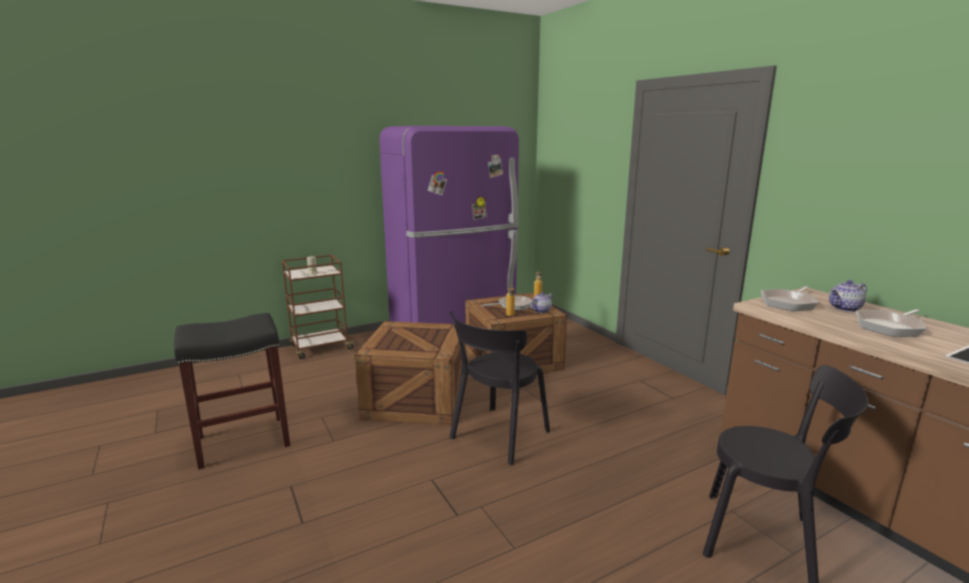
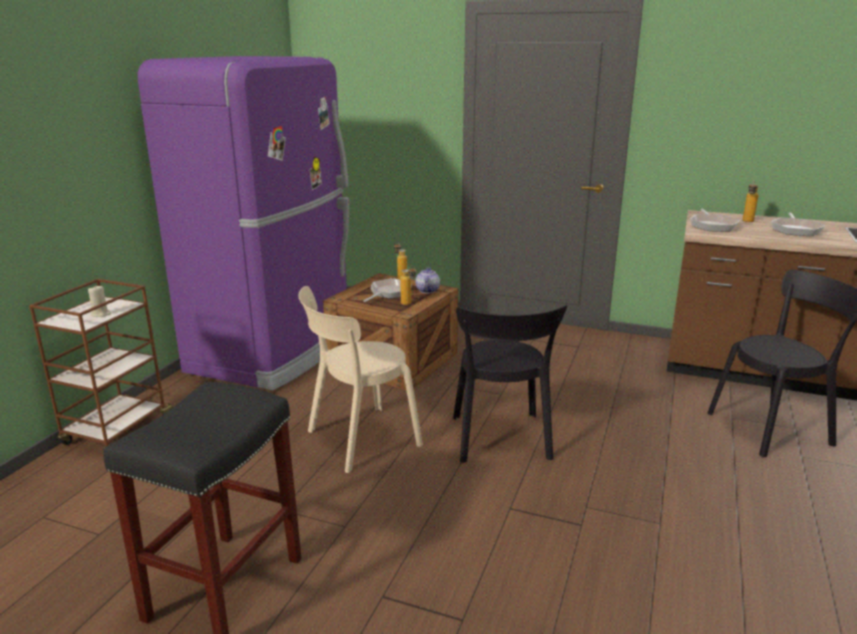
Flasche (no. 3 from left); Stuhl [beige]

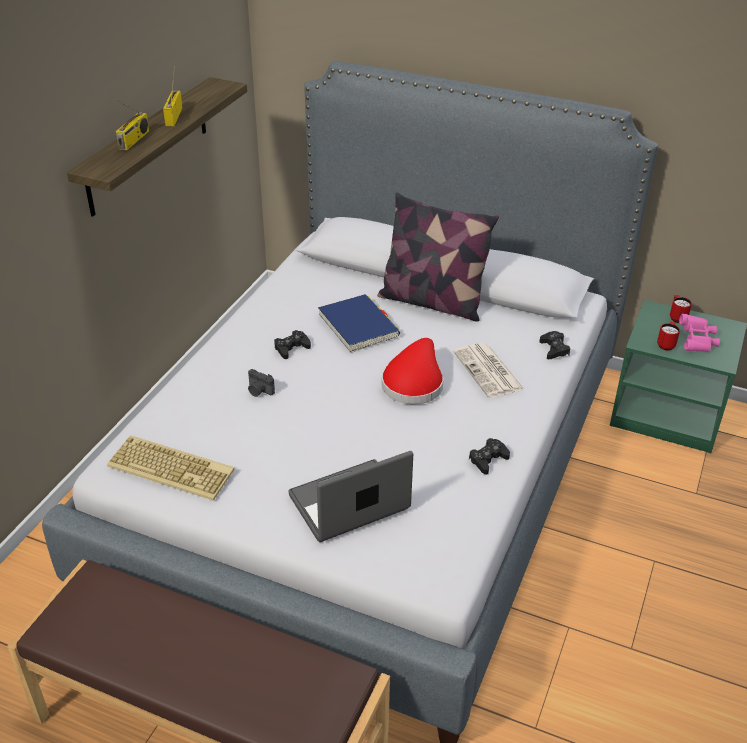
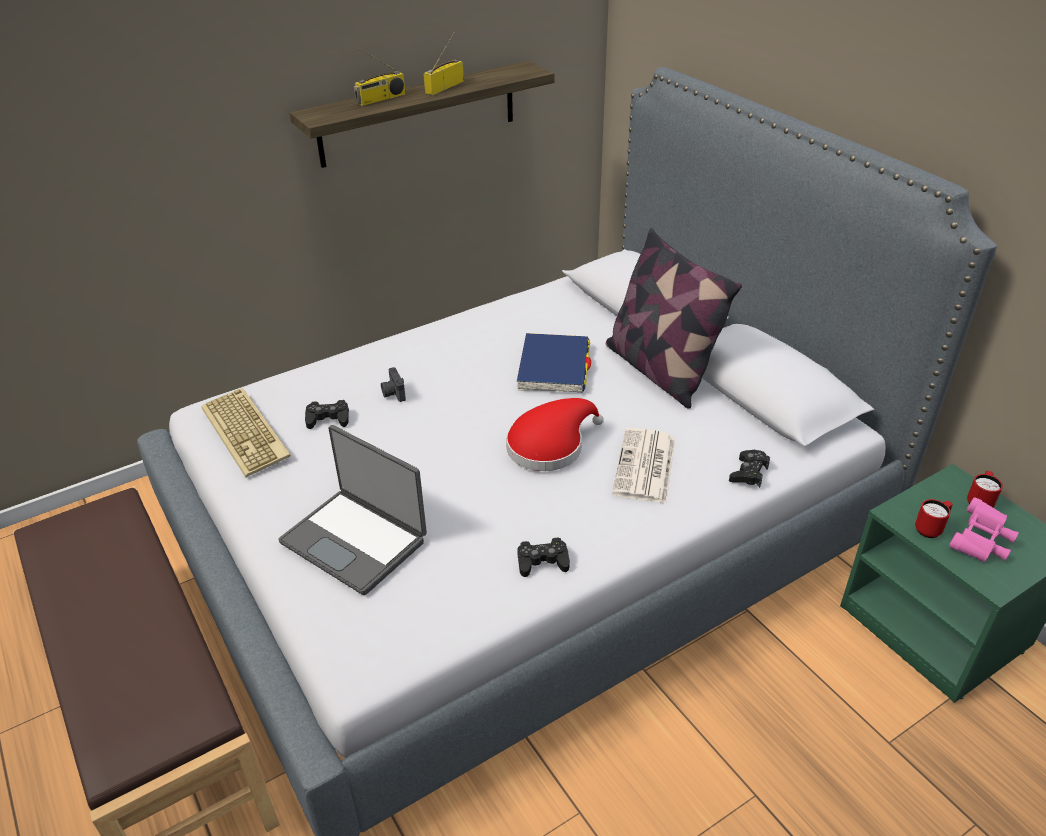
Gamepad [schwarz] (no. 1 from left); Laptop

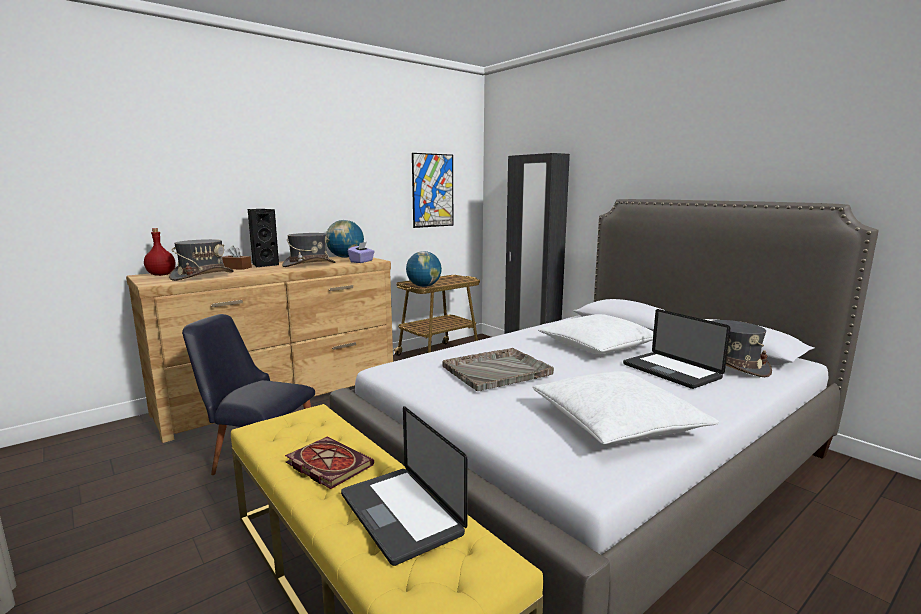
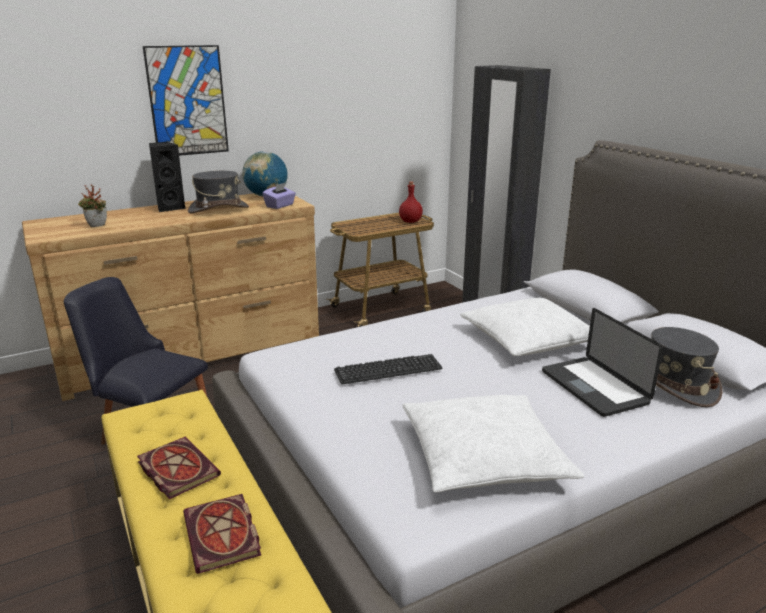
Bild; Flasche [rot]; Topfpflanze; Taschentuchbox [braun]; Globus (no. 2 from left in the first image); Tastatur; Buch (no. 2 from left)

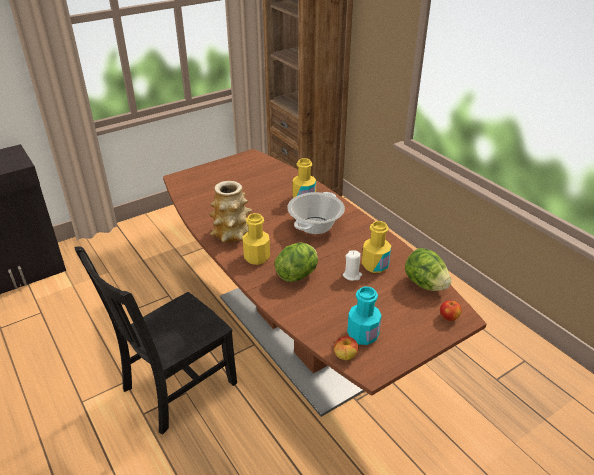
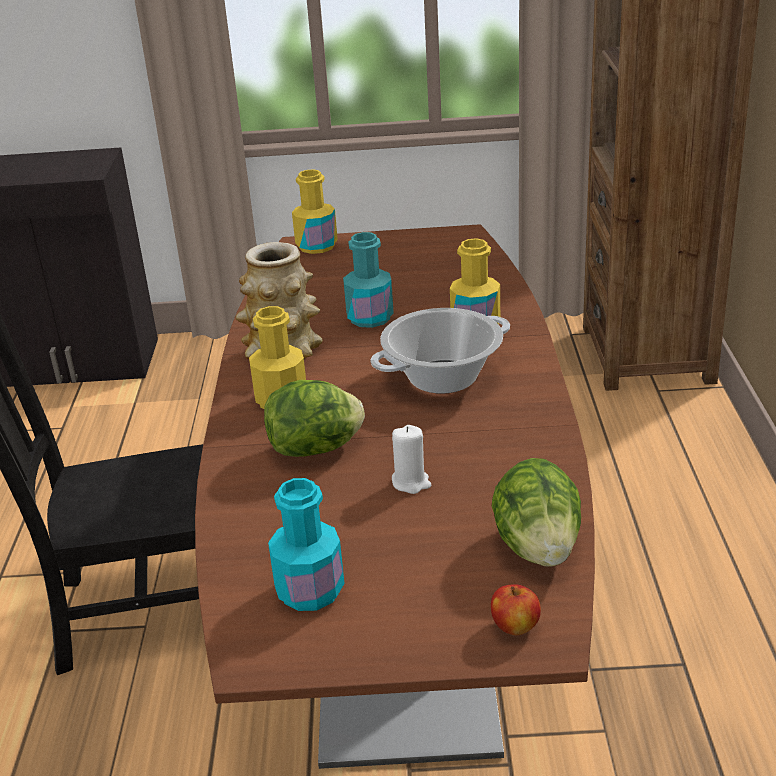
Flasche [gelb] (no. 2 from left); Apfel (no. 1 from left in the first image); Flasche [türkis] (no. 2 from left)

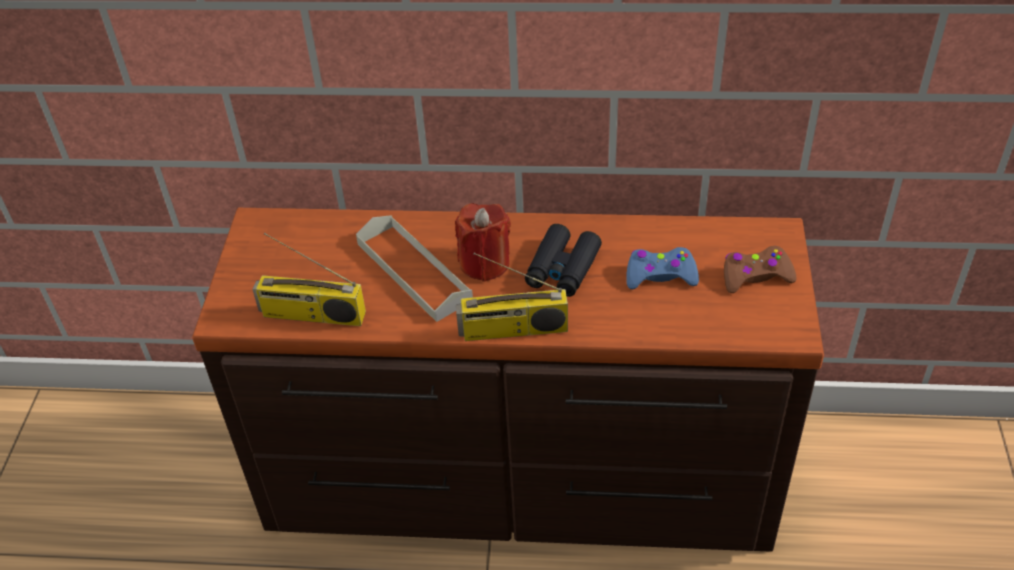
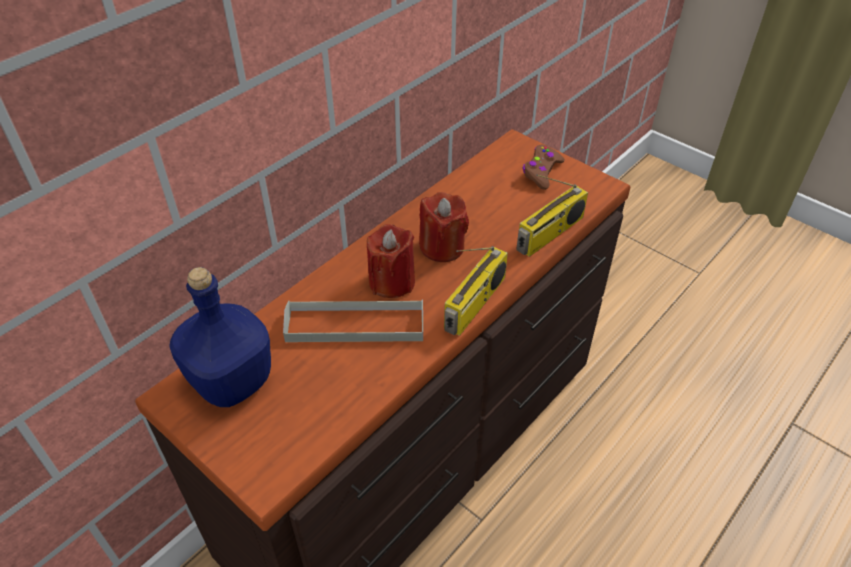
Kerze [rot] (no. 2 from left); Radio (no. 2 from left); Gamepad [blau]; Flasche [blau]

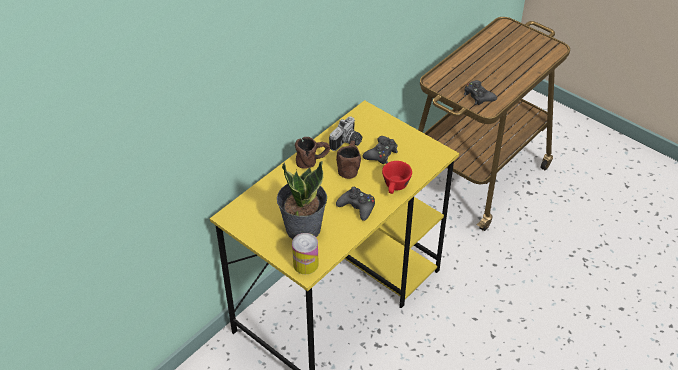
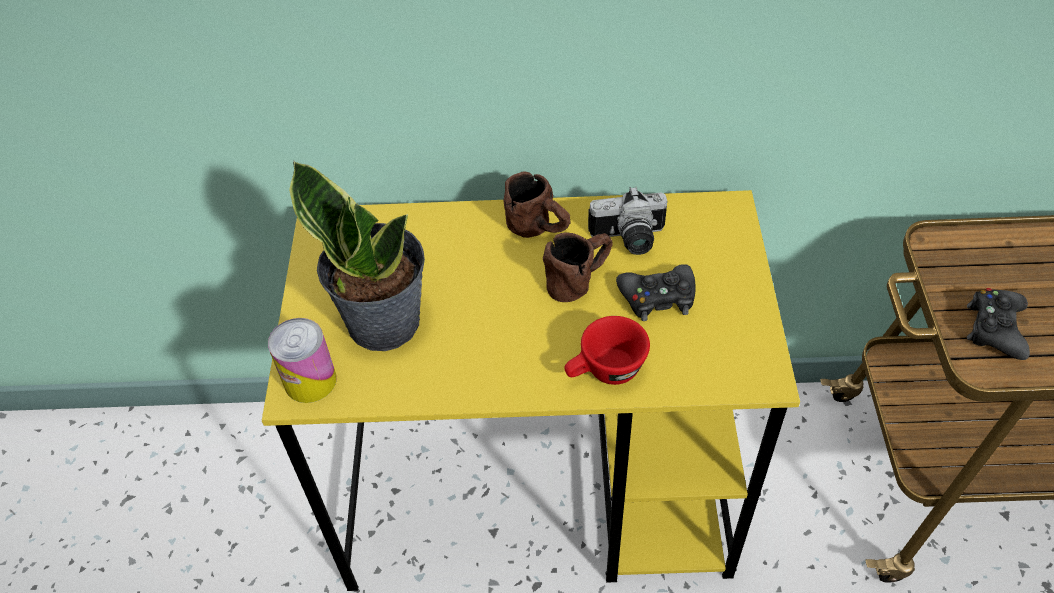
Gamepad [schwarz] (no. 1 from left in the first image)

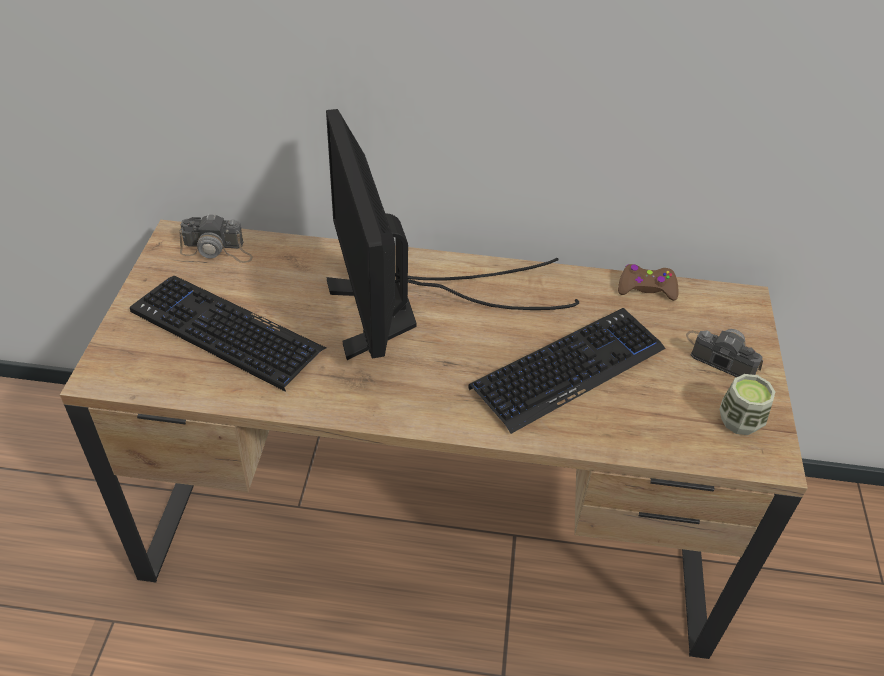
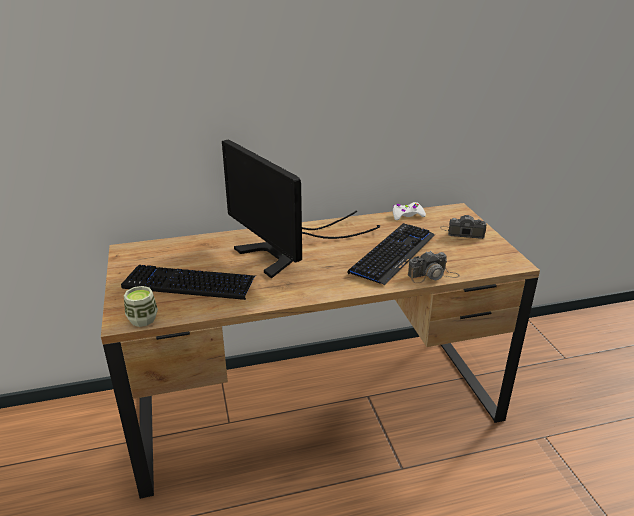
Kamera (no. 1 from left); Gamepad [weiß]; Tasse

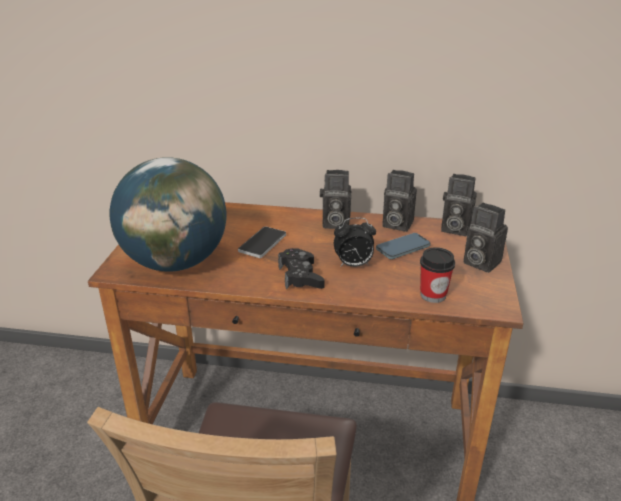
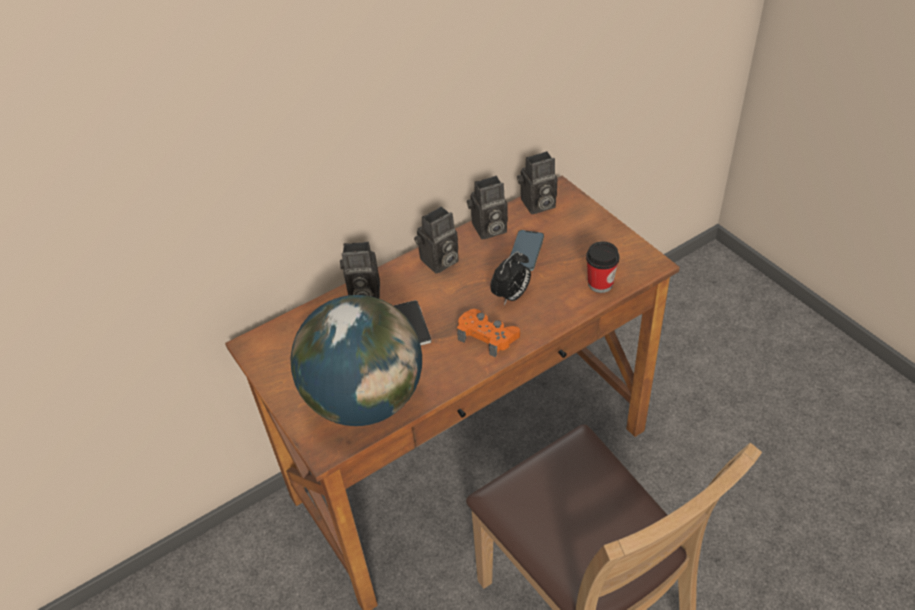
Kamera (no. 1 from left); Gamepad [orange]

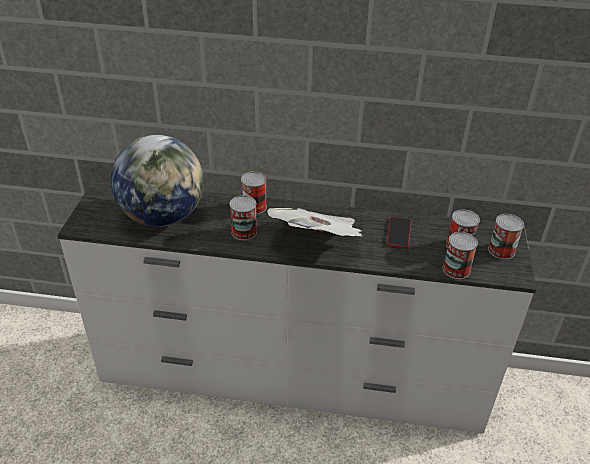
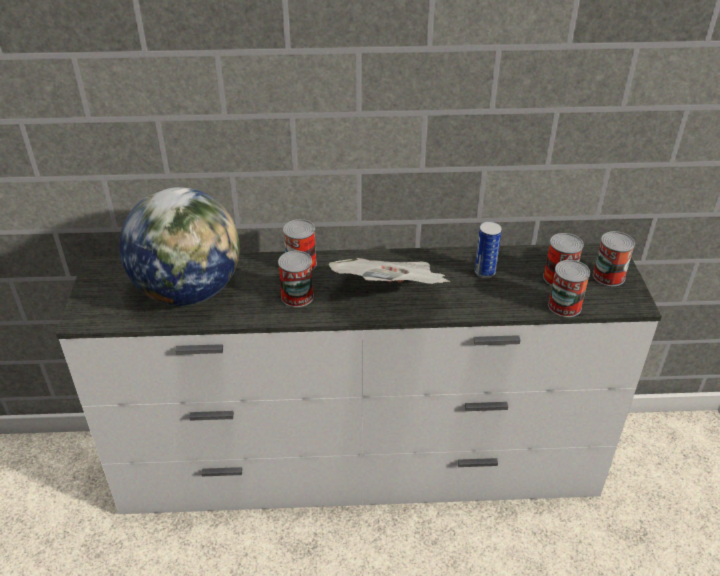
Dose (no. 3 from left)

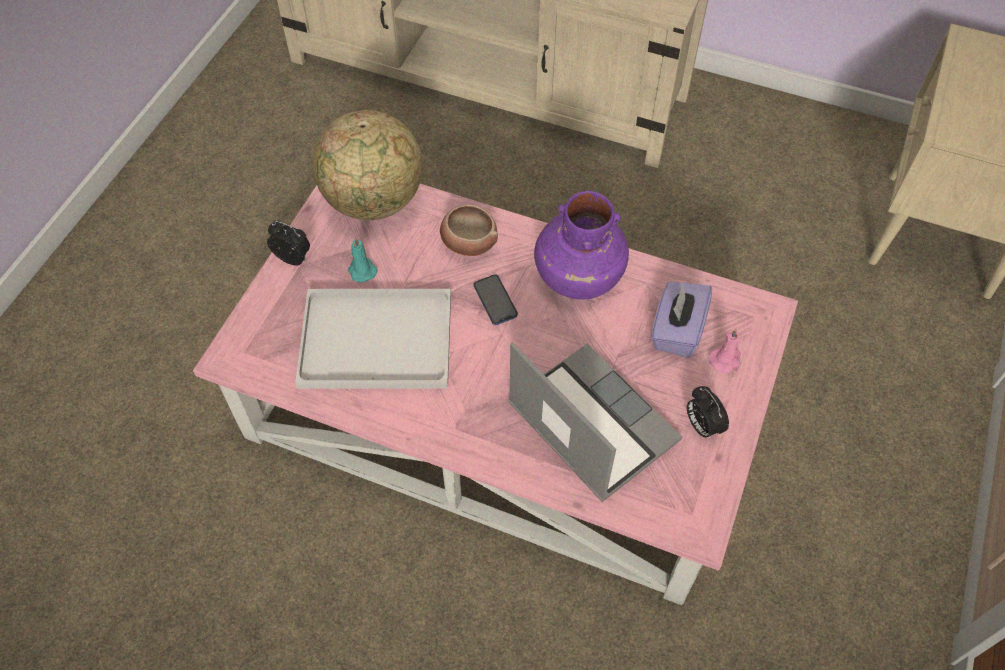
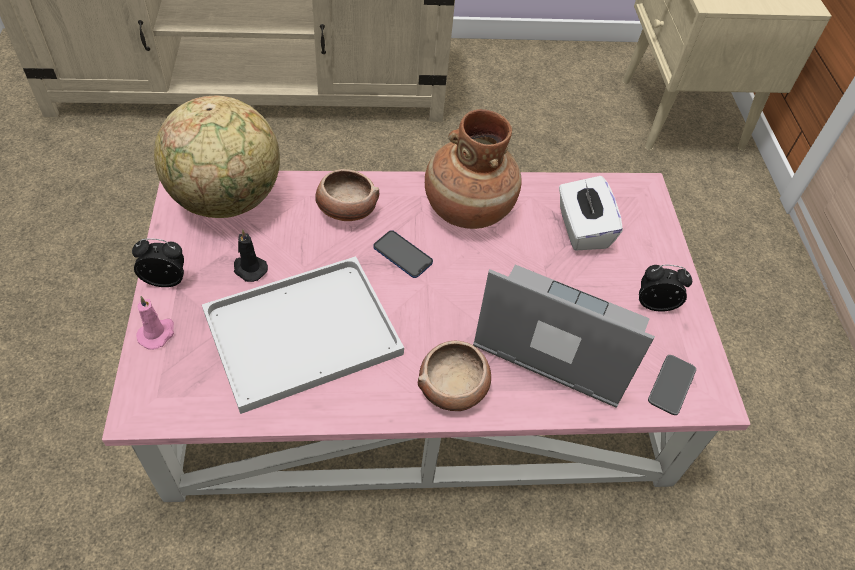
Vase [braun]; Kerze [schwarz]; Taschentuchbox [weiß]; Kerze [rosa]; Wecker (no. 2 from left); Schüssel (no. 2 from left); Handy (no. 2 from left)

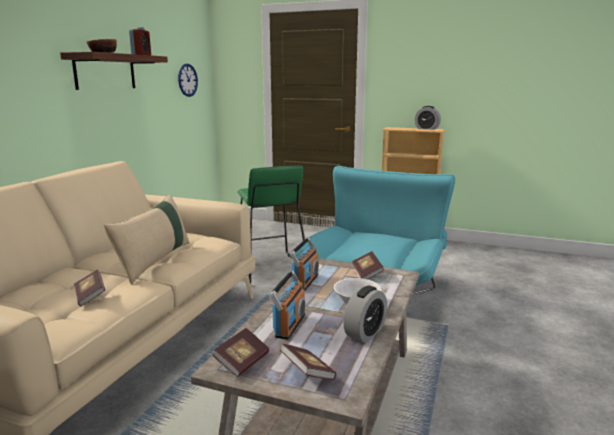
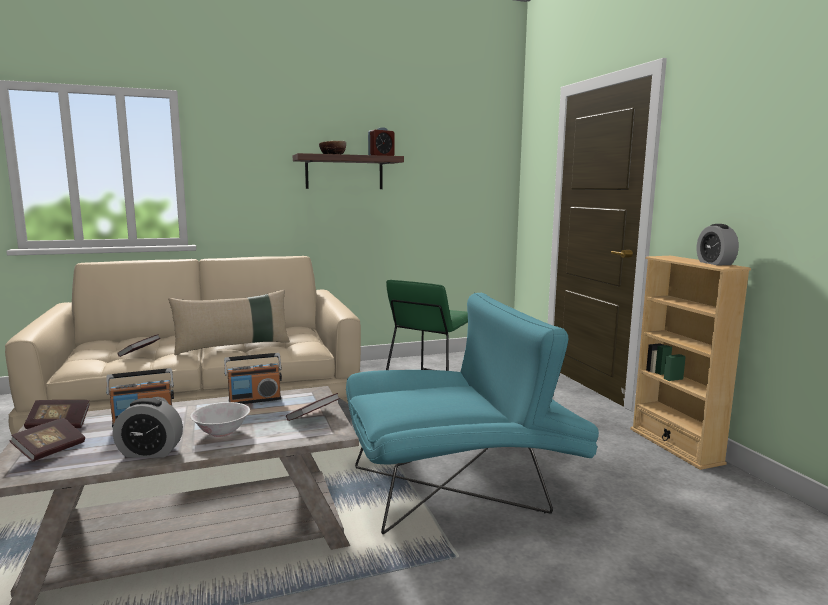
Wanduhr

